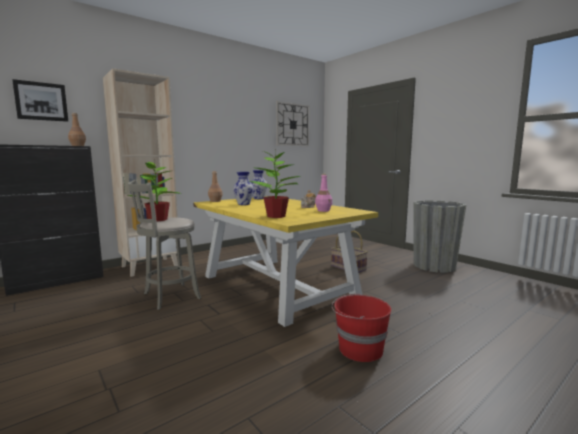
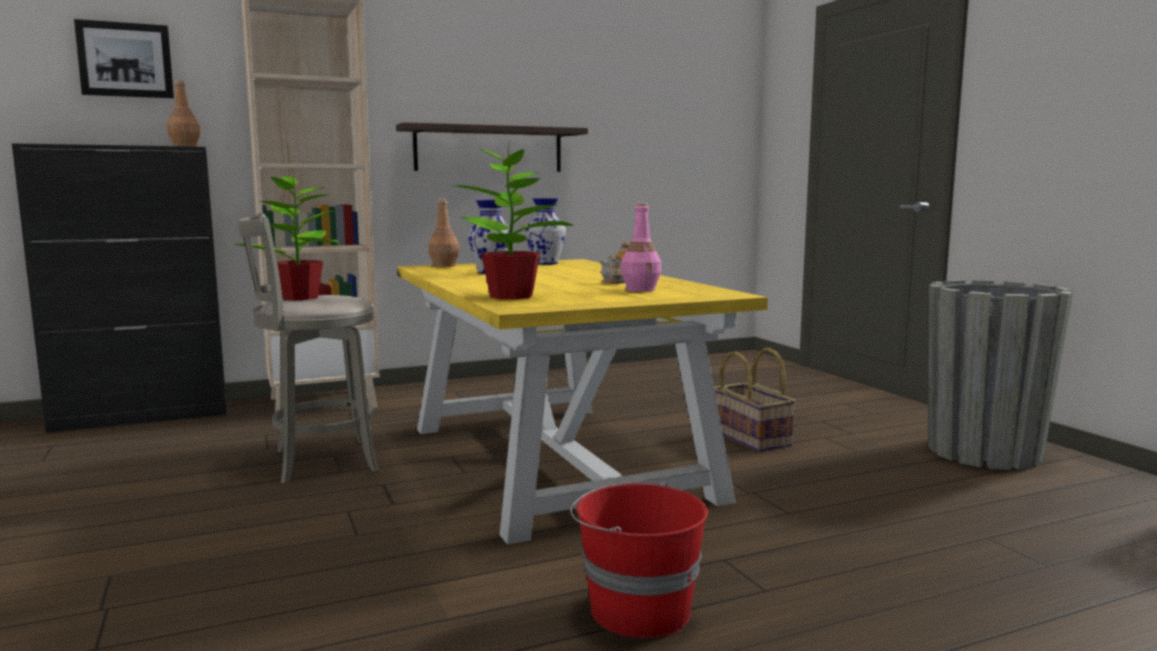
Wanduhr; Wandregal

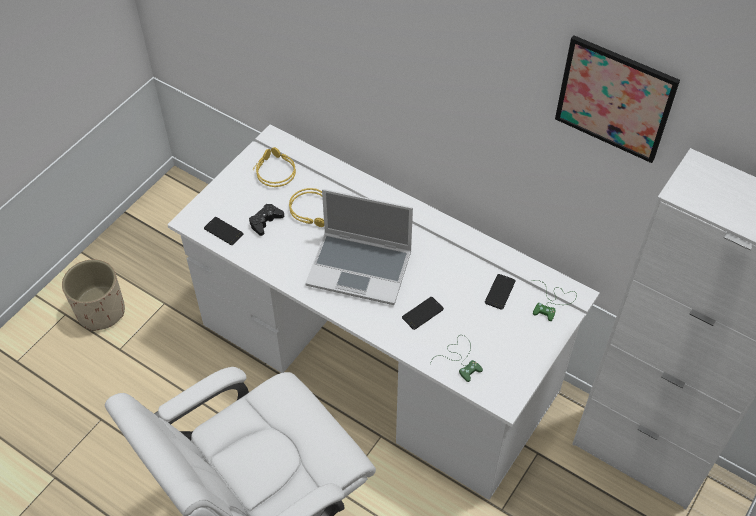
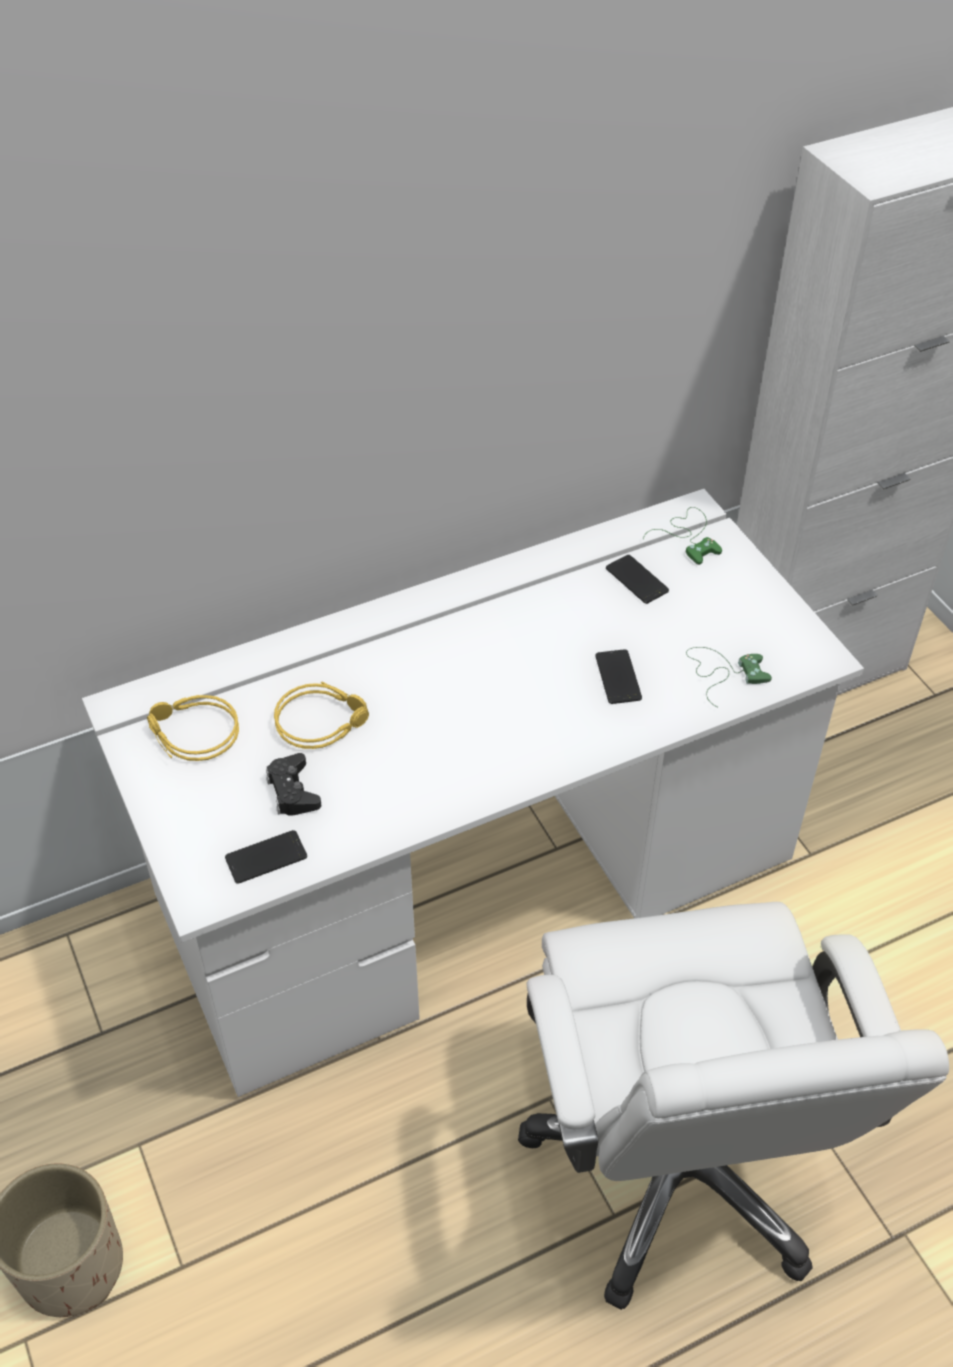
Bild; Laptop

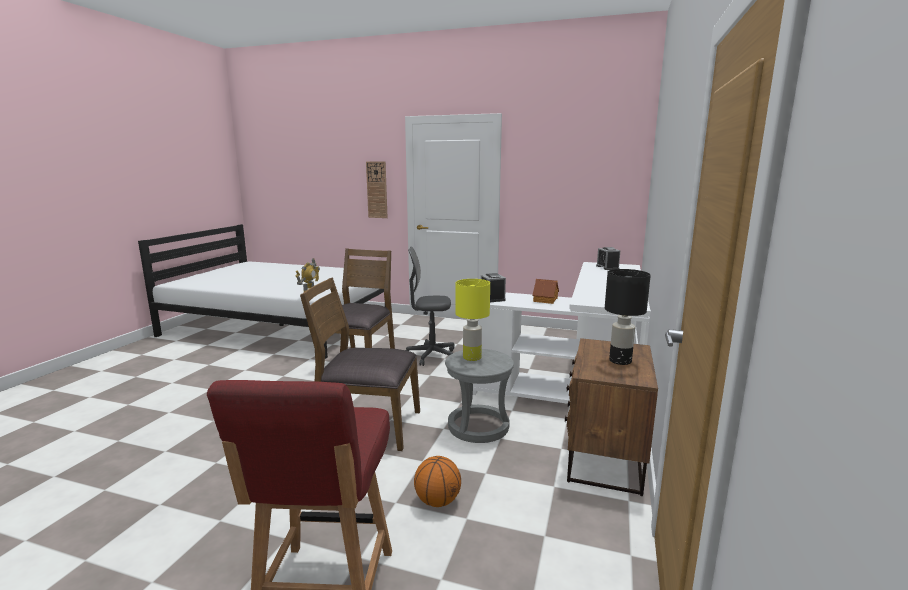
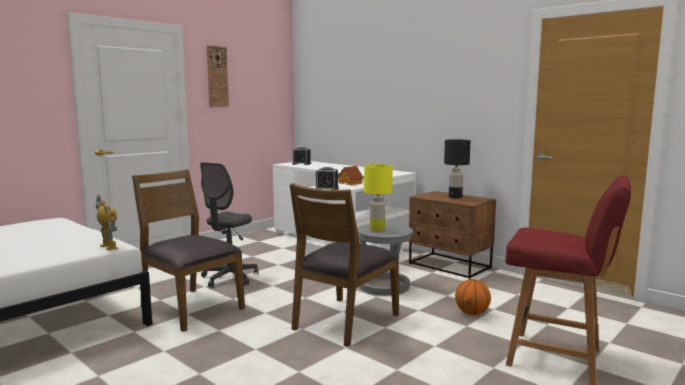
Wanduhr

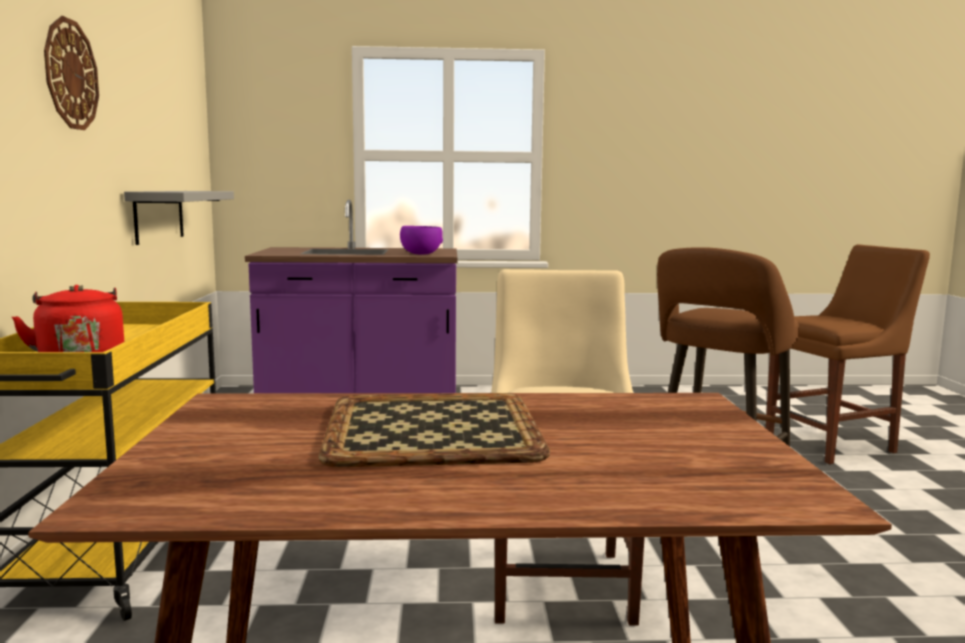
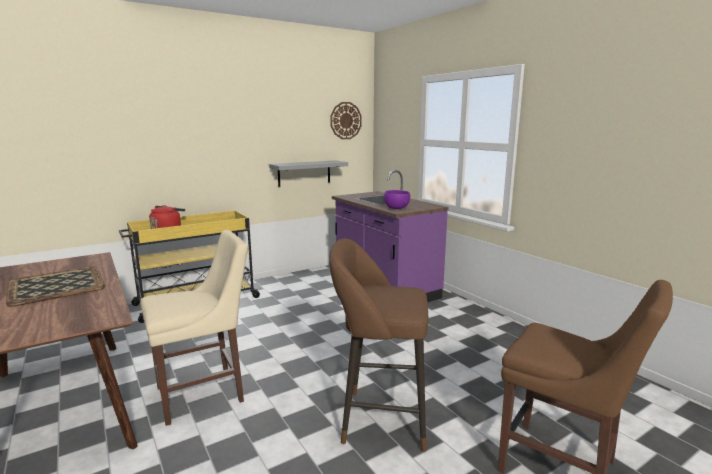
Wanduhr

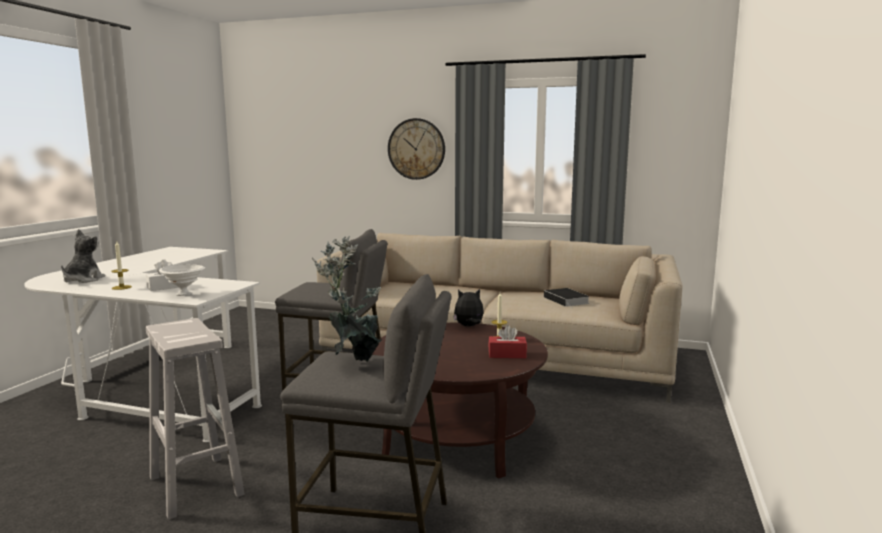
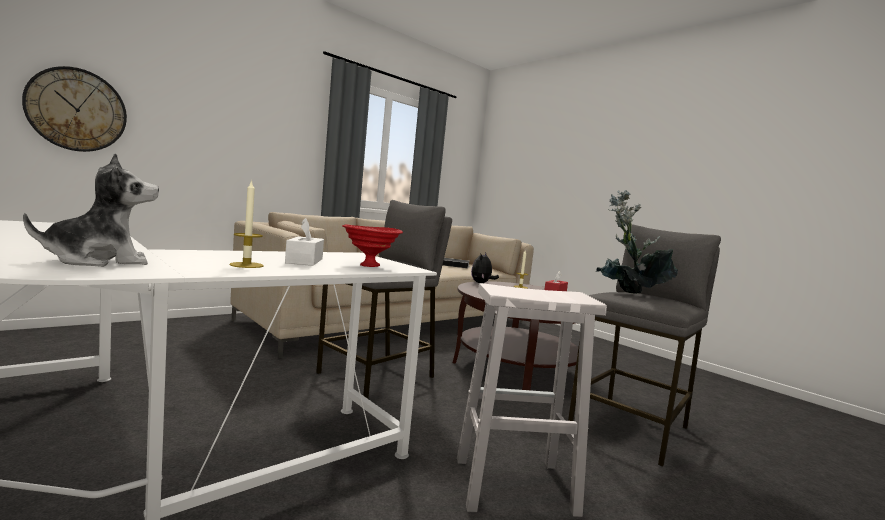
Wanduhr; Plüschtier (no. 1 from left); Schüssel [rot]

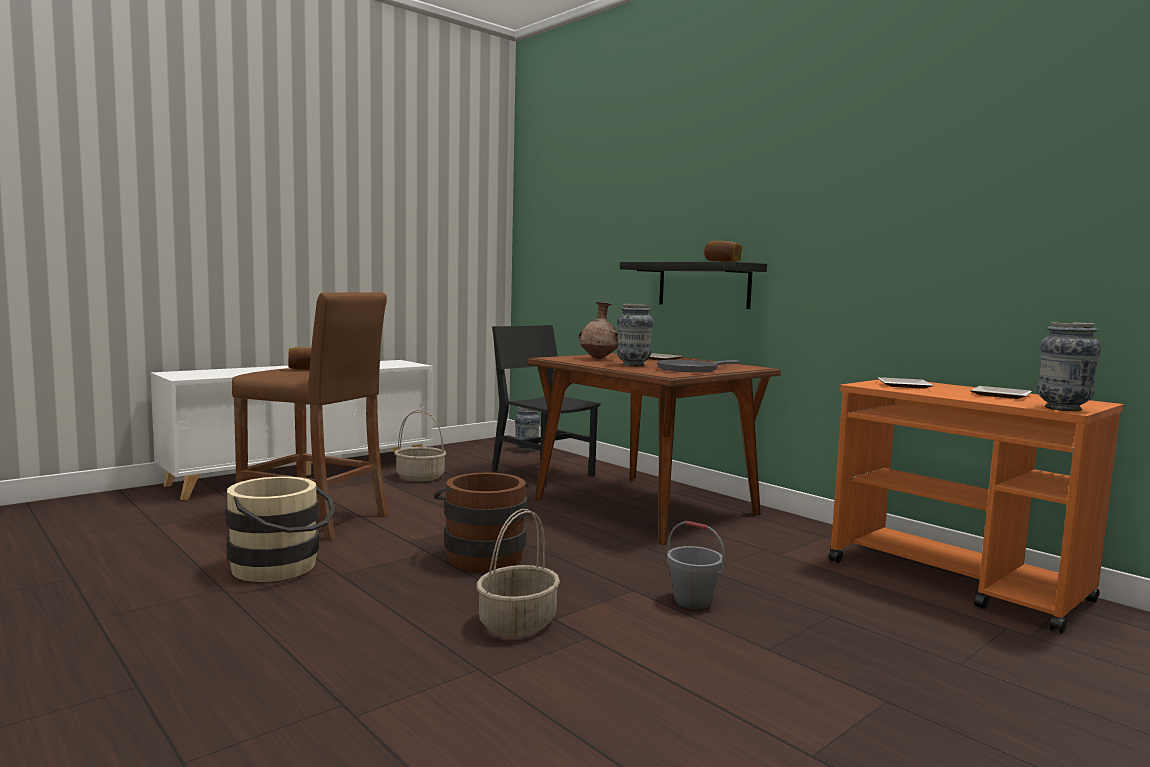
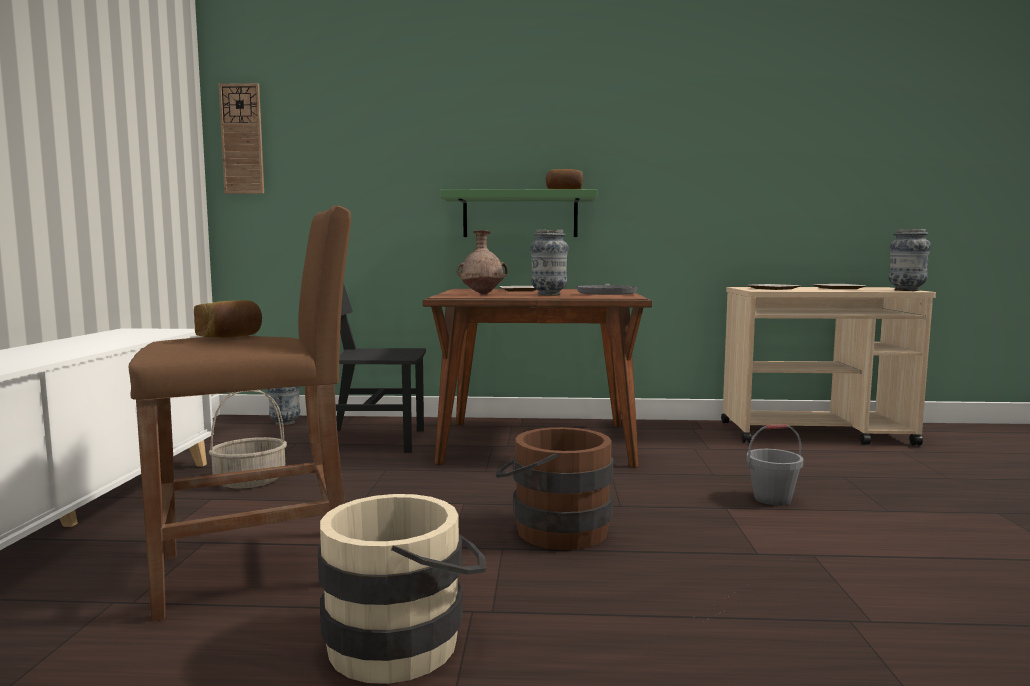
Wandregal [grün]; Rollwagen [beige]; Korb (no. 2 from left in the first image); Wanduhr

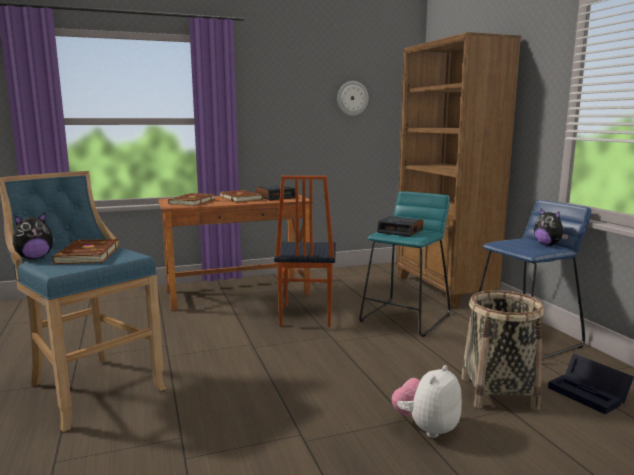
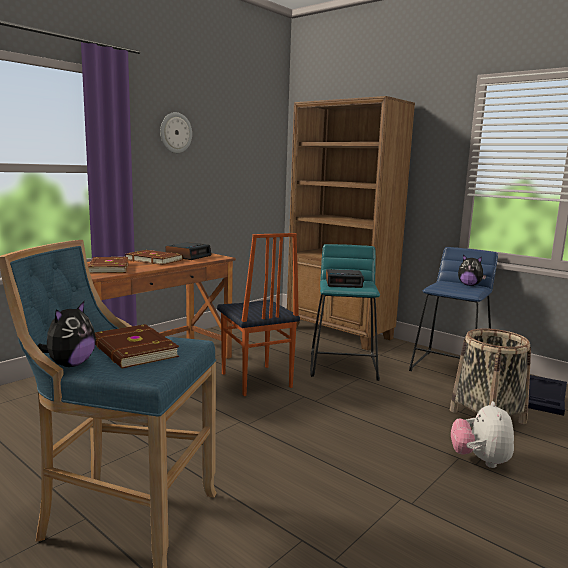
Wanduhr

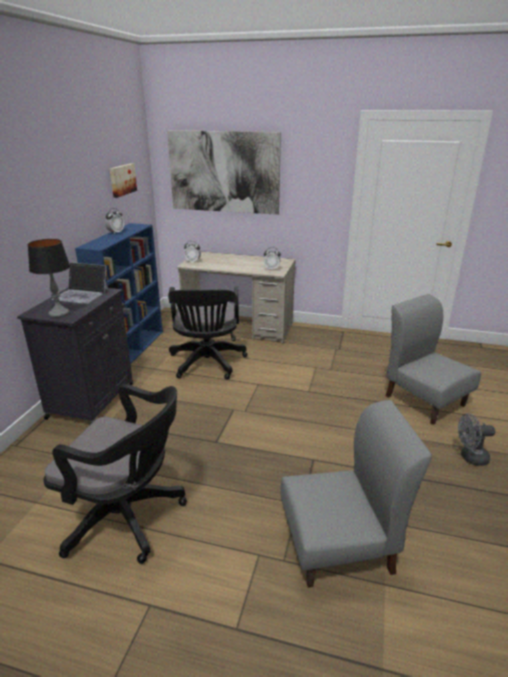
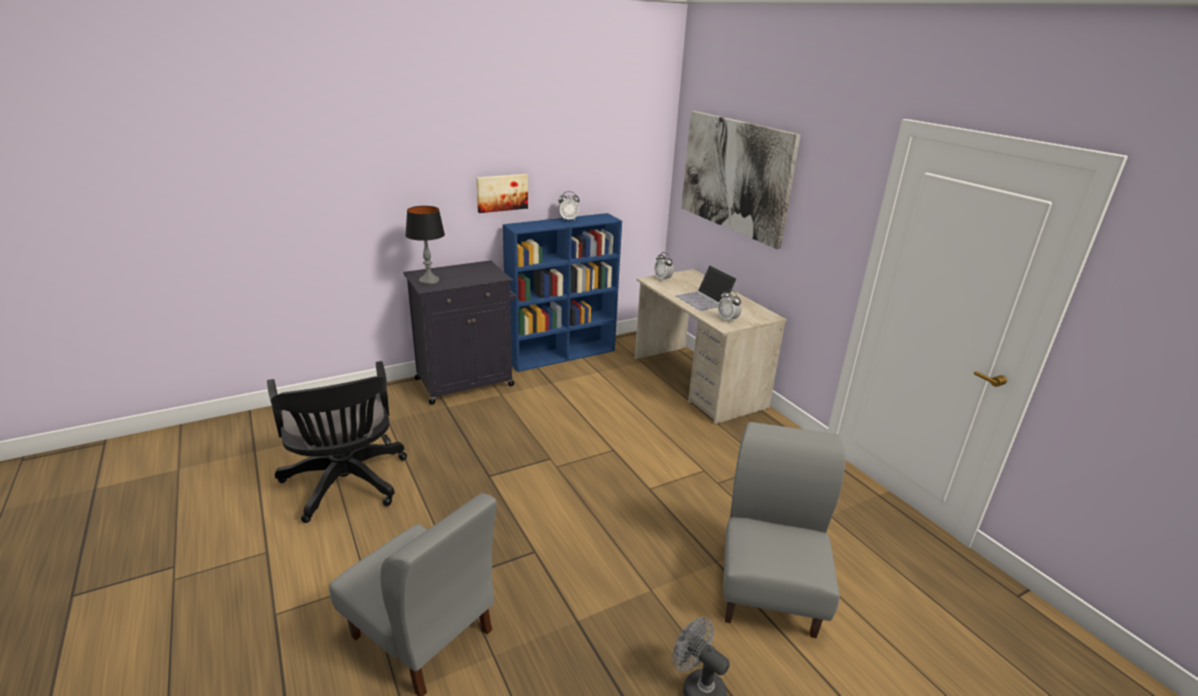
Bild (no. 1 from left); Laptop; Bürostuhl [schwarz] (no. 2 from left in the first image)

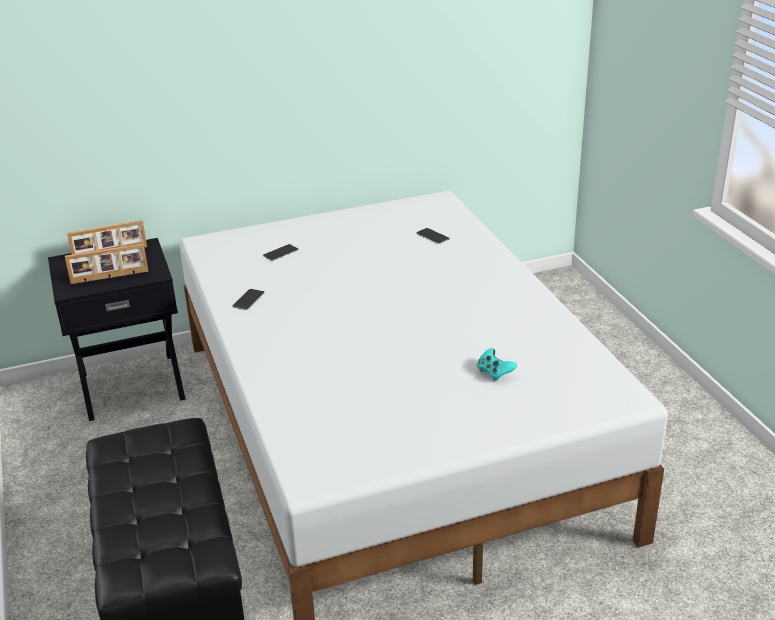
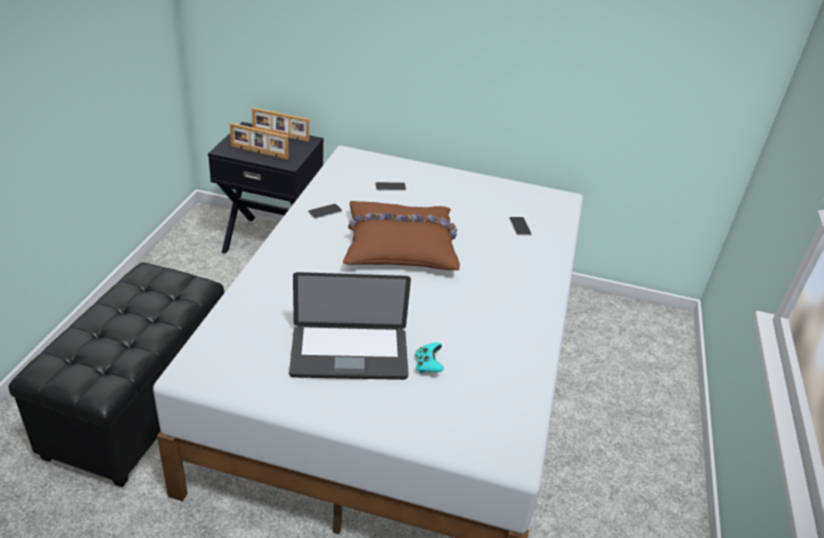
Kissen [braun]; Laptop

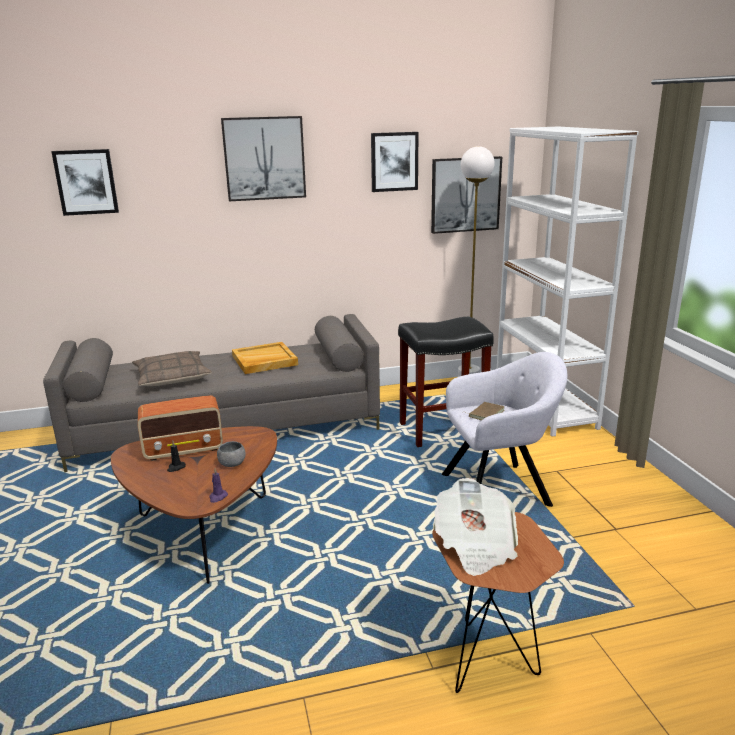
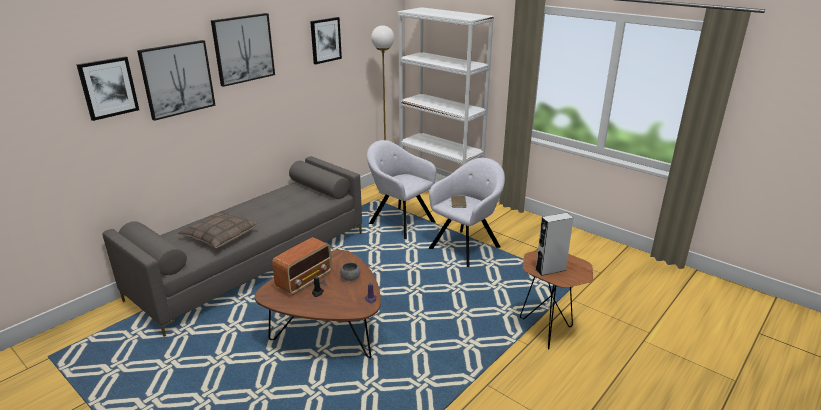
Bild (no. 2 from left); Sessel [grau] (no. 1 from left); Tablett [beige]; Lautsprecher [grau]

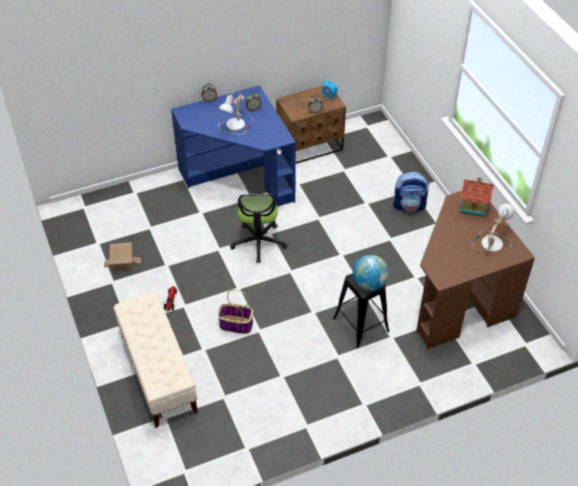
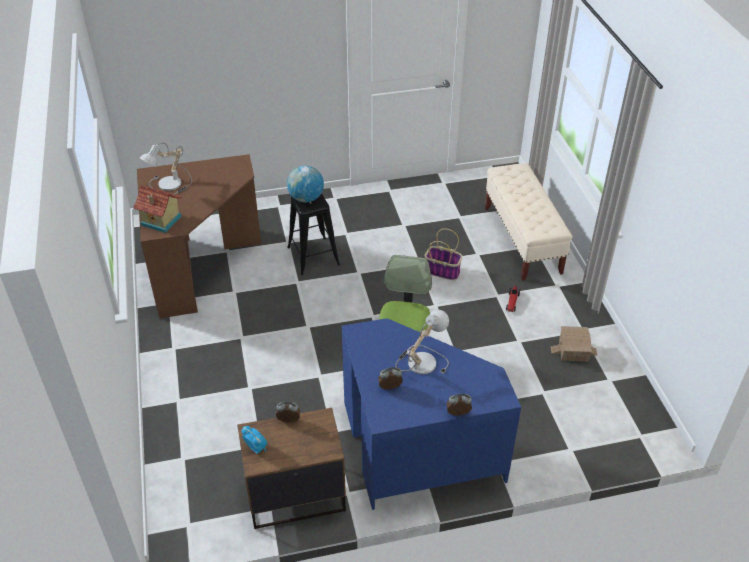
Rucksack

